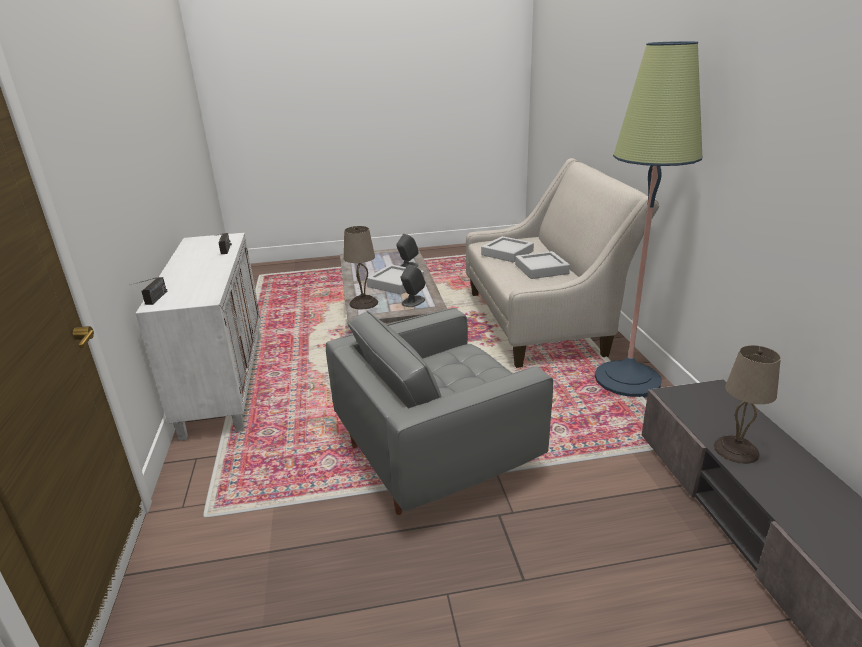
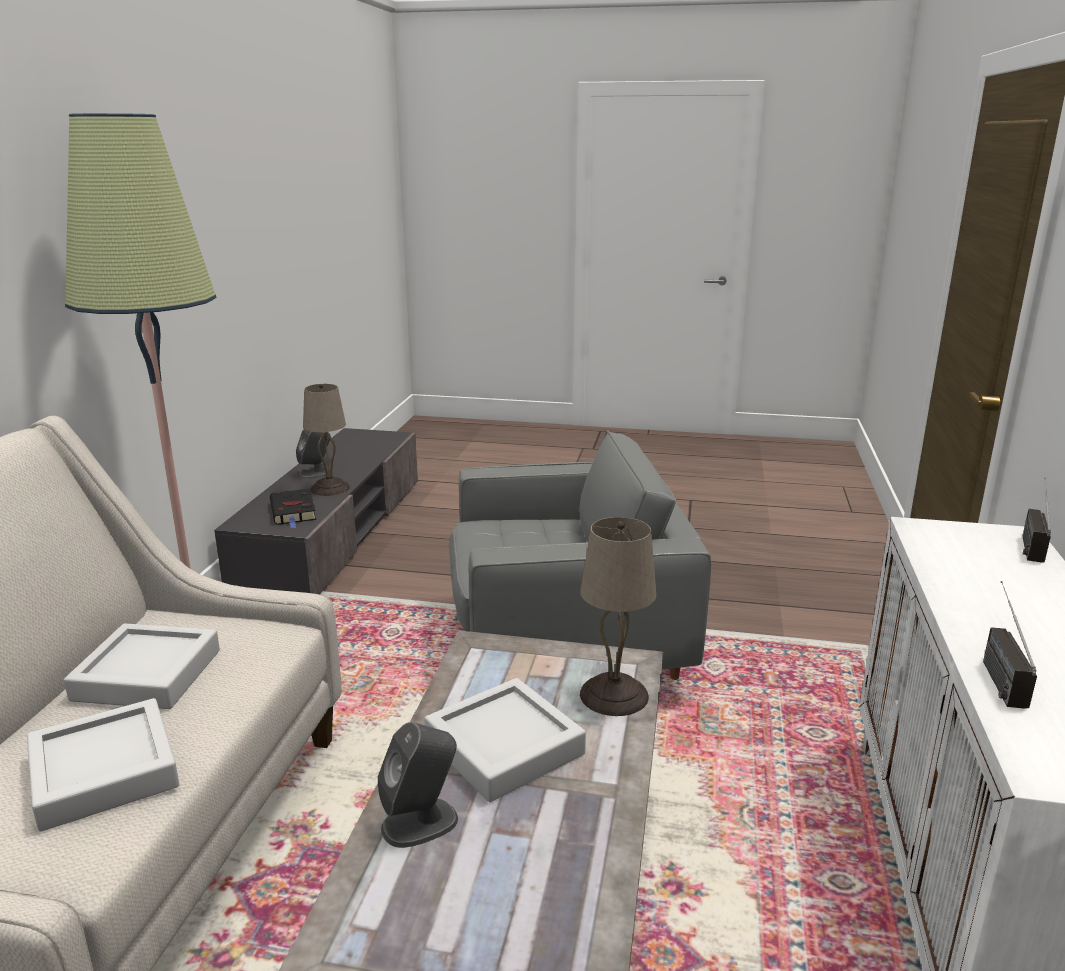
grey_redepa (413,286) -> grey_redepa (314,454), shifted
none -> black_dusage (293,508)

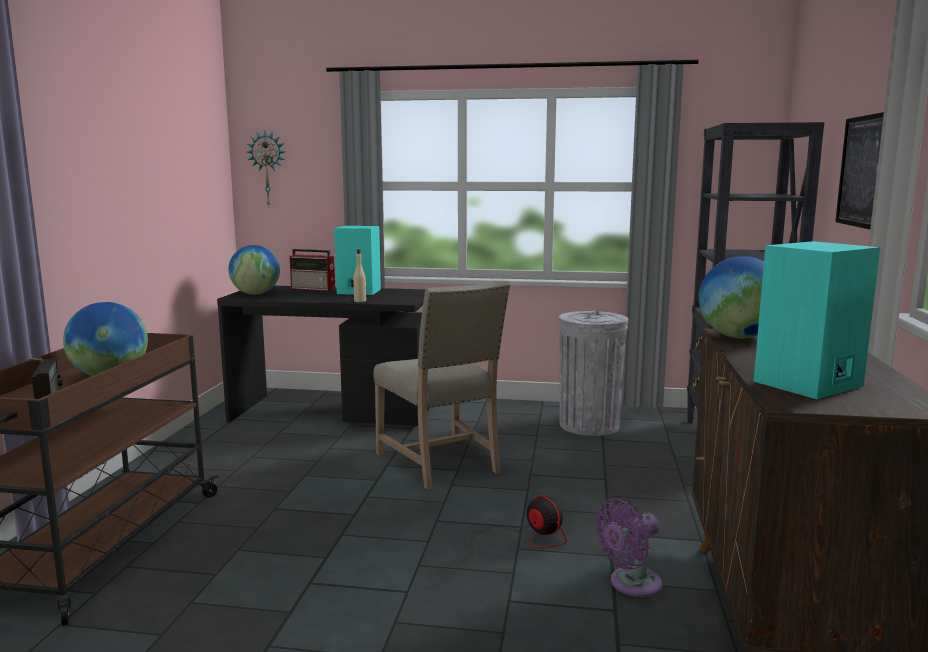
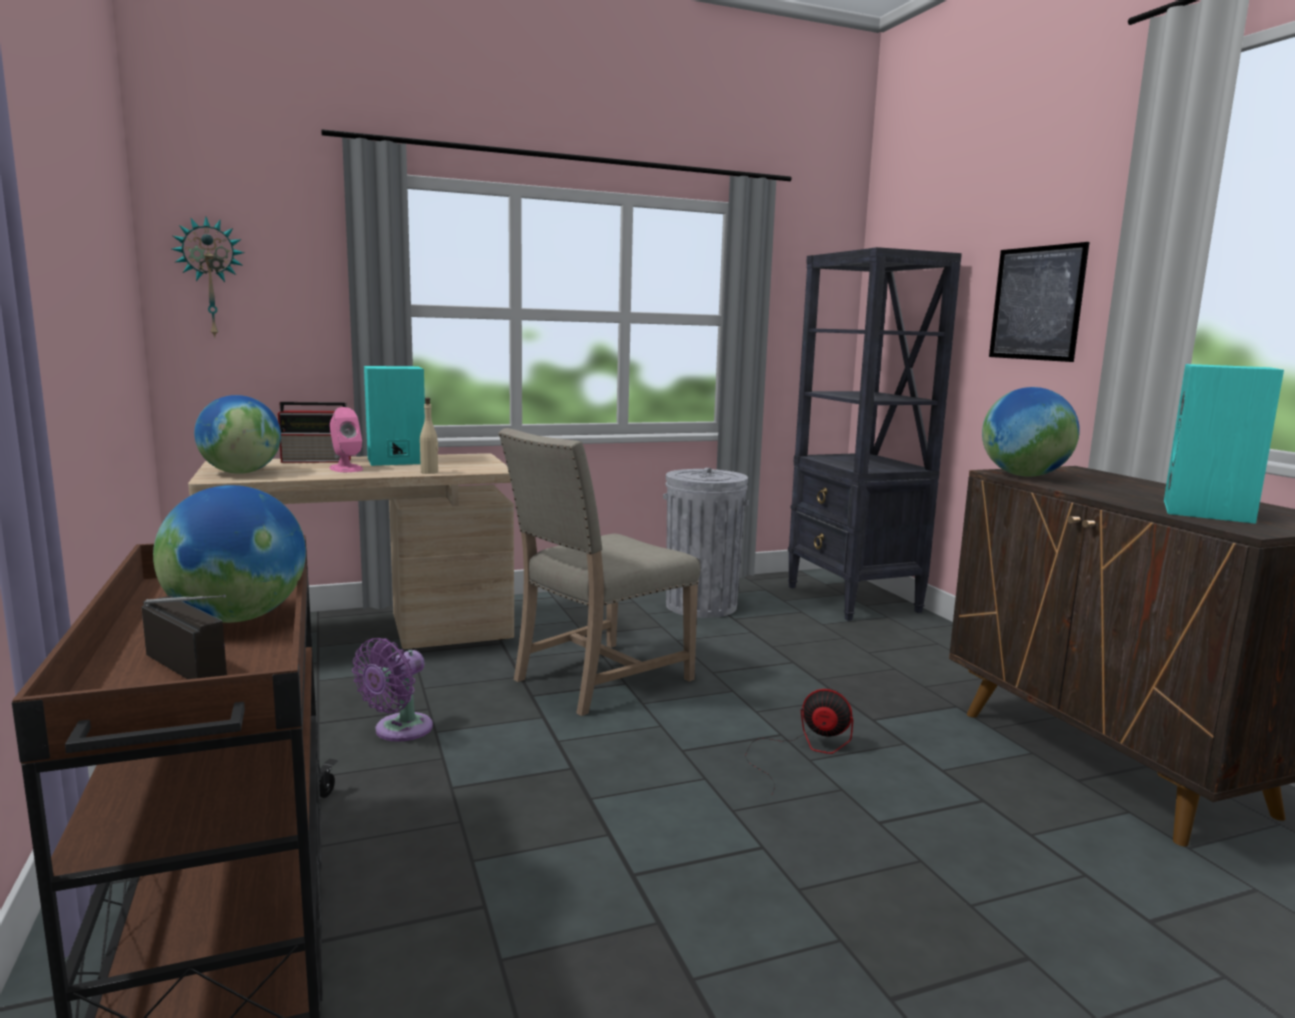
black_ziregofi (323,356) -> beige_ziregofi (351,551)
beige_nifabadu (441,385) -> beige_nifabadu (599,572), 105 degrees clockwise
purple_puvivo (629,547) -> purple_puvivo (392,690), shifted
none -> pink_redepa (346,439)

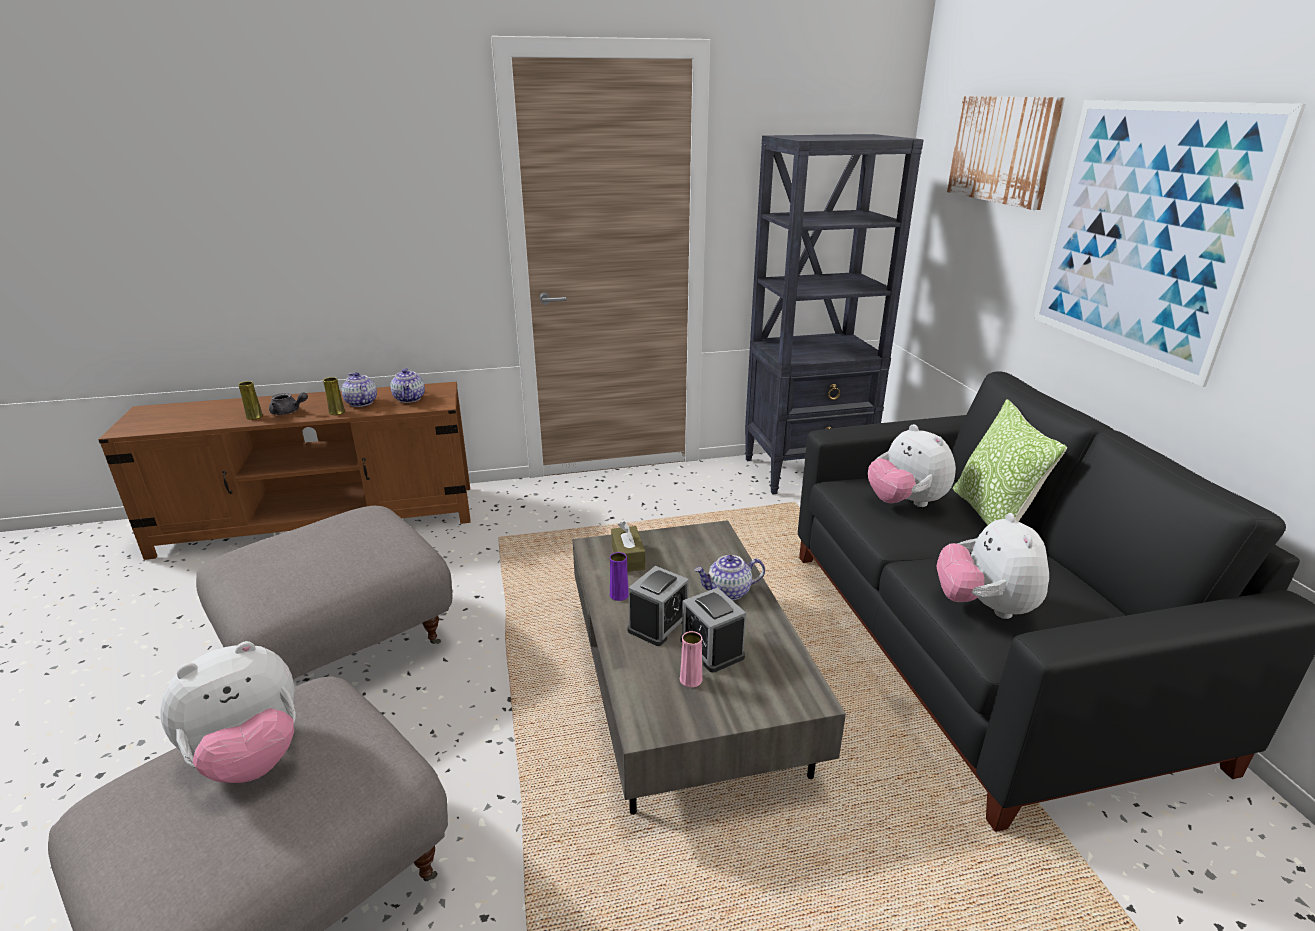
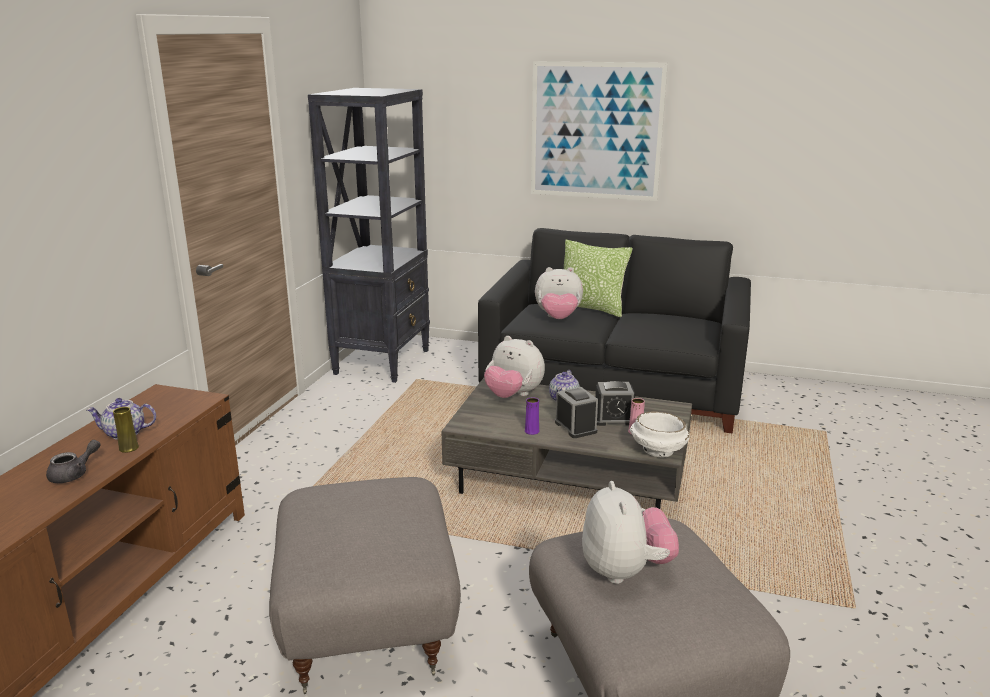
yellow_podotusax (251,400) -> none
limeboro (407,385) -> none
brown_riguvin (628,546) -> none
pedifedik (992,566) -> pedifedik (514,367), shifted
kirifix (1006,153) -> none
none -> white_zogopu (660,434)

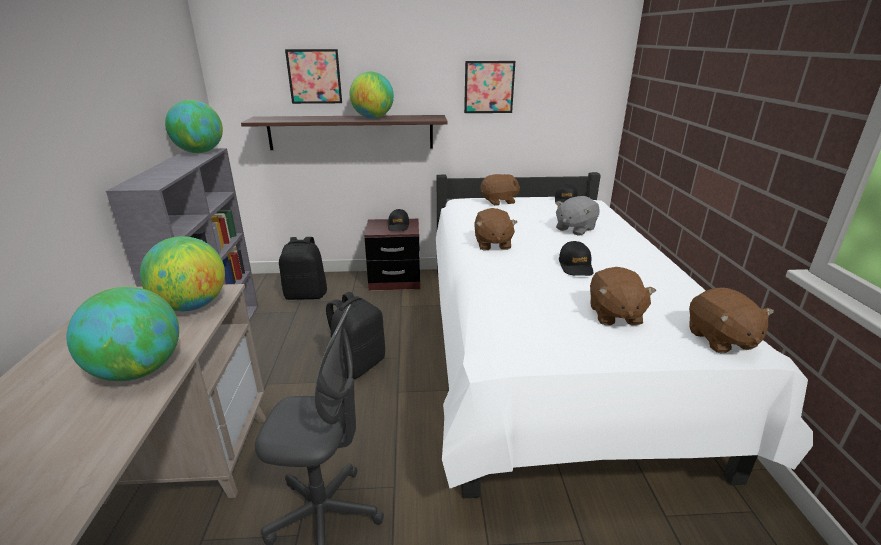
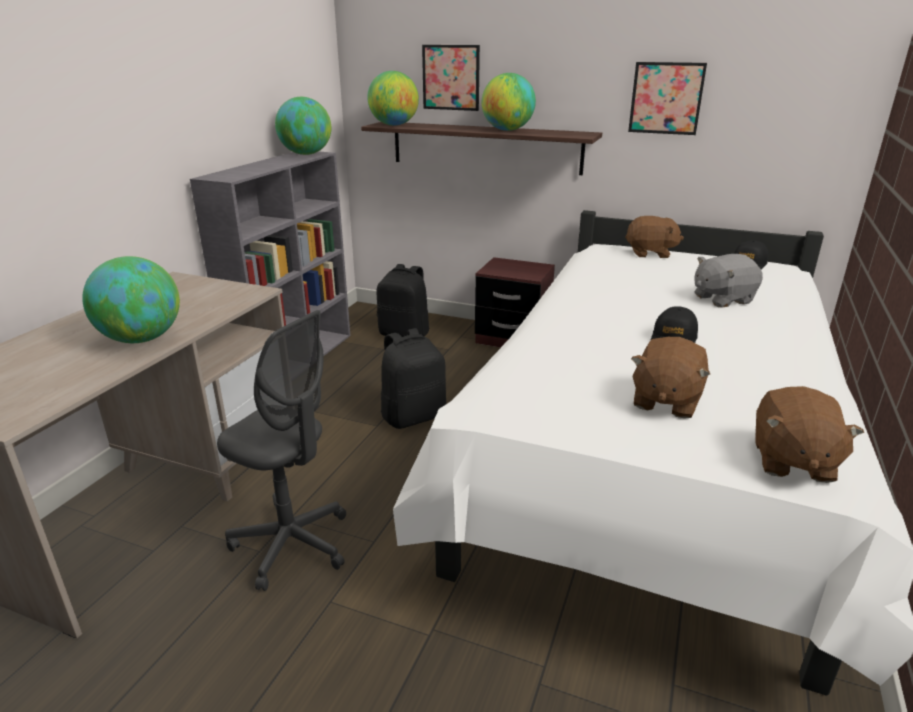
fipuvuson (182,273) -> fipuvuson (393,98), shifted
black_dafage (398,220) -> none
brown_pedifedik (495,229) -> none

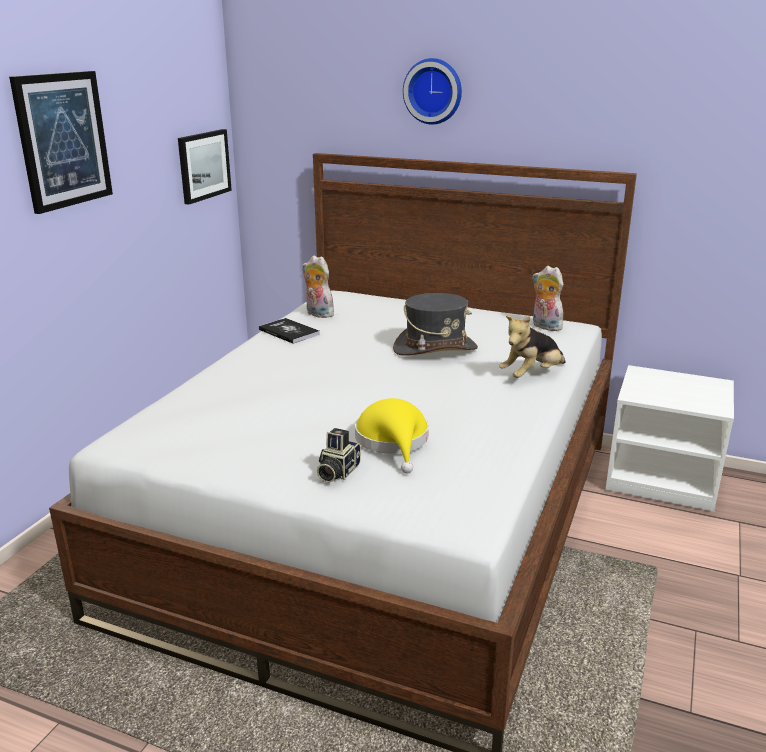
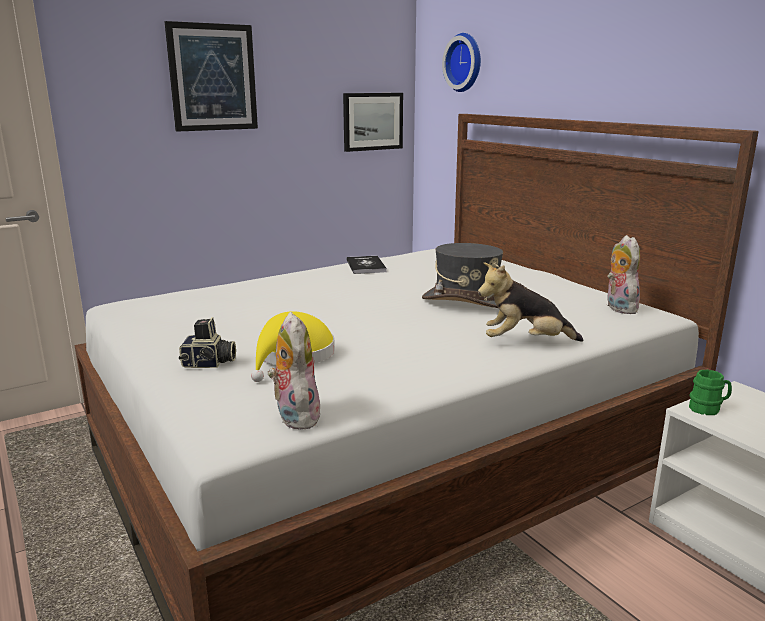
pedifedik (318,286) -> pedifedik (294,371), shifted
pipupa (339,455) -> pipupa (207,342), 150 degrees counterclockwise
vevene (432,91) -> vevene (461,62), shifted
none -> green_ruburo (710,392)

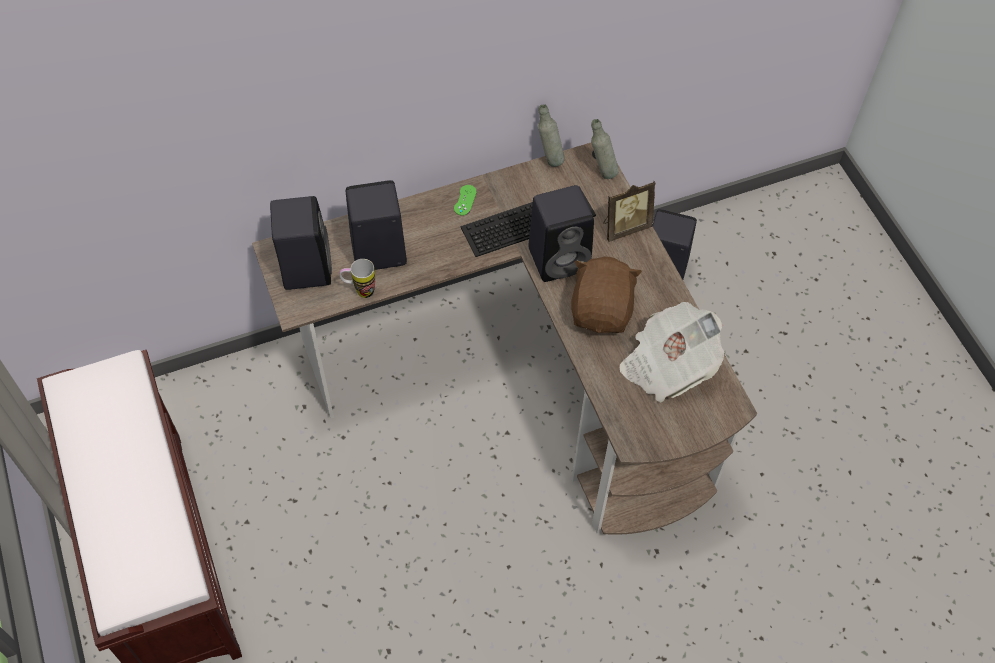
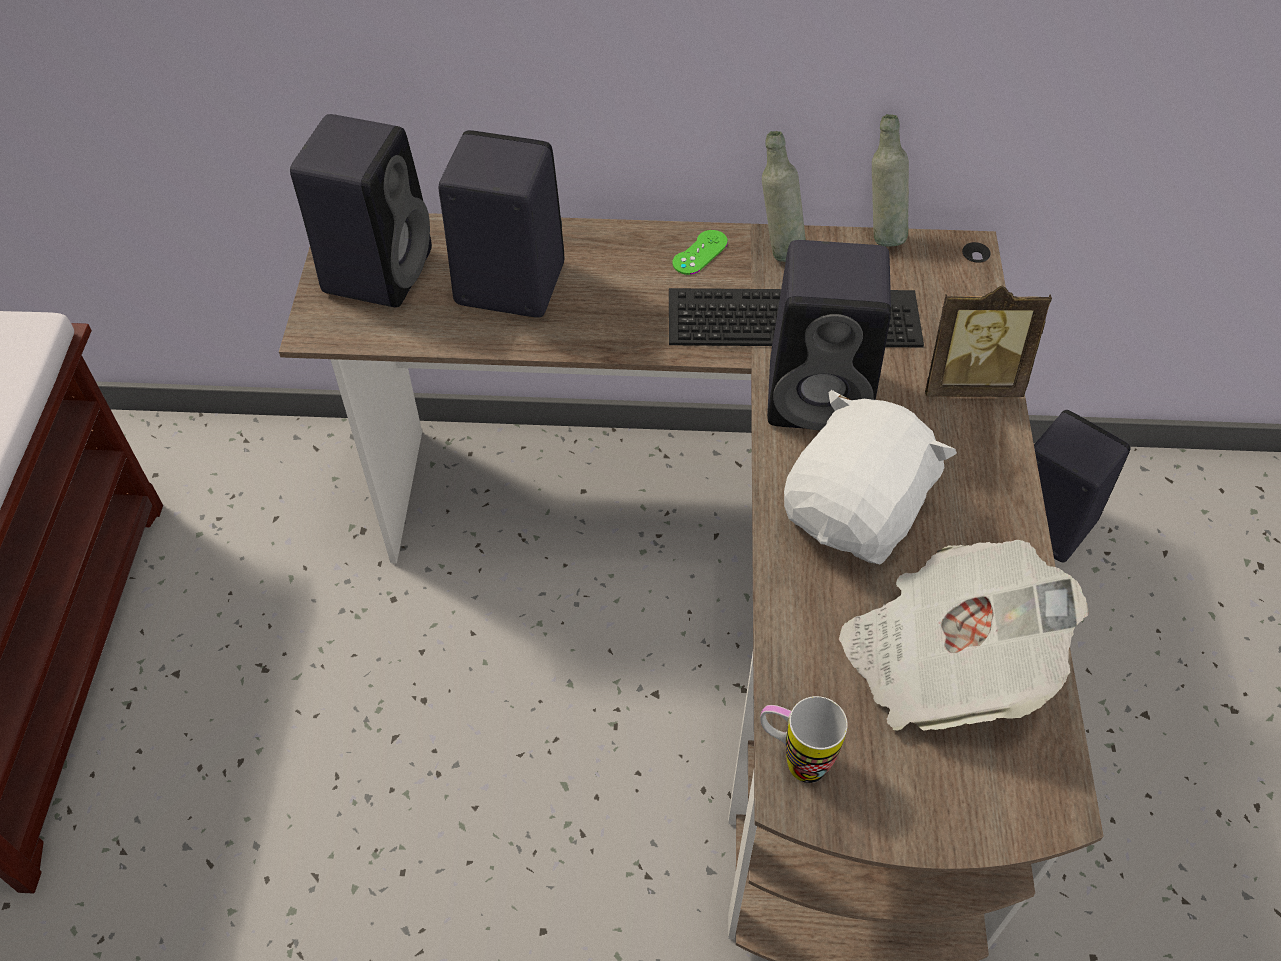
ruburo (357,278) -> ruburo (804,739), shifted
brown_pedifedik (606,295) -> white_pedifedik (870,477)
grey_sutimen (605,149) -> grey_sutimen (784,196), shifted

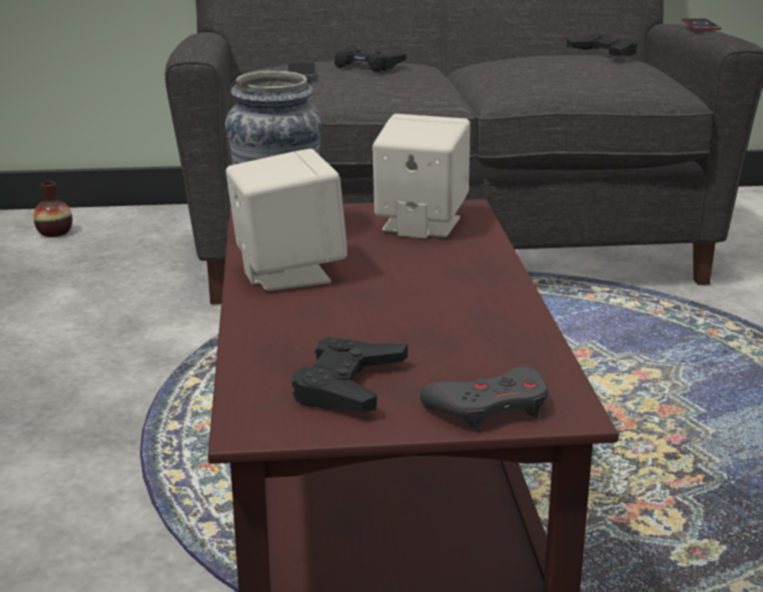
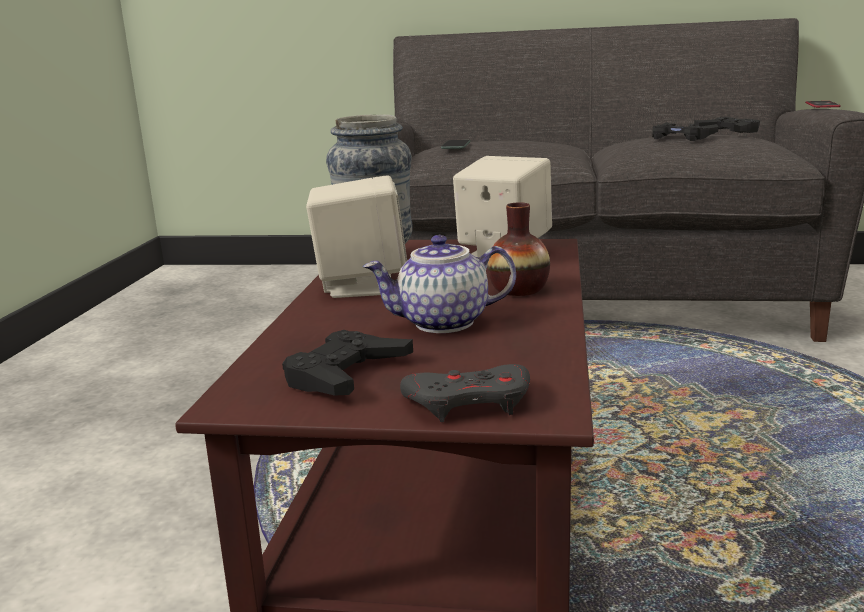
podotusax (52,209) -> podotusax (518,249), shifted
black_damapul (370,58) -> black_damapul (685,131), shifted
none -> limeboro (439,284)

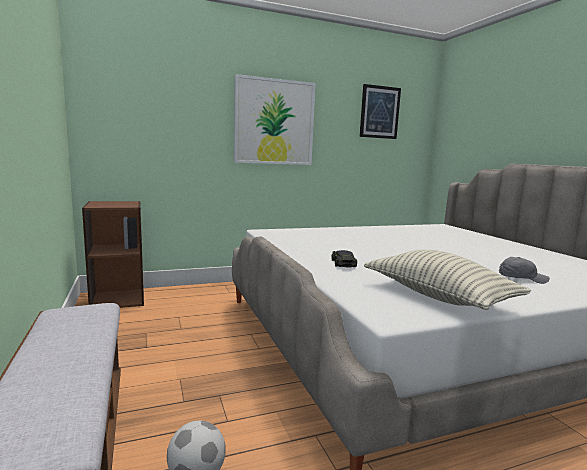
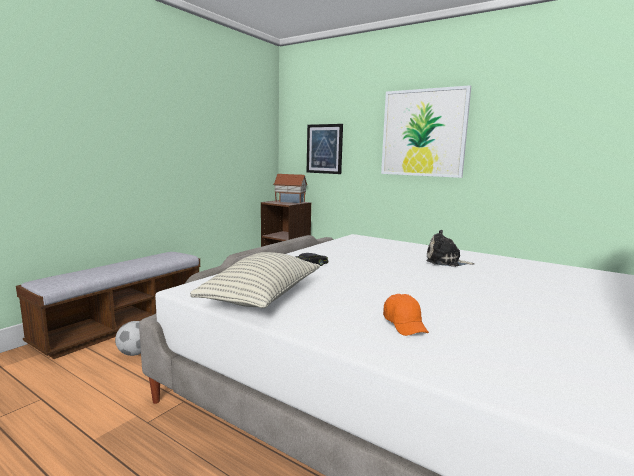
kirifix (380,111) -> kirifix (325,149), shifted
grey_dafage (524,270) -> orange_dafage (406,315)
none -> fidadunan (290,188)
none -> pedifedik (450,248)

